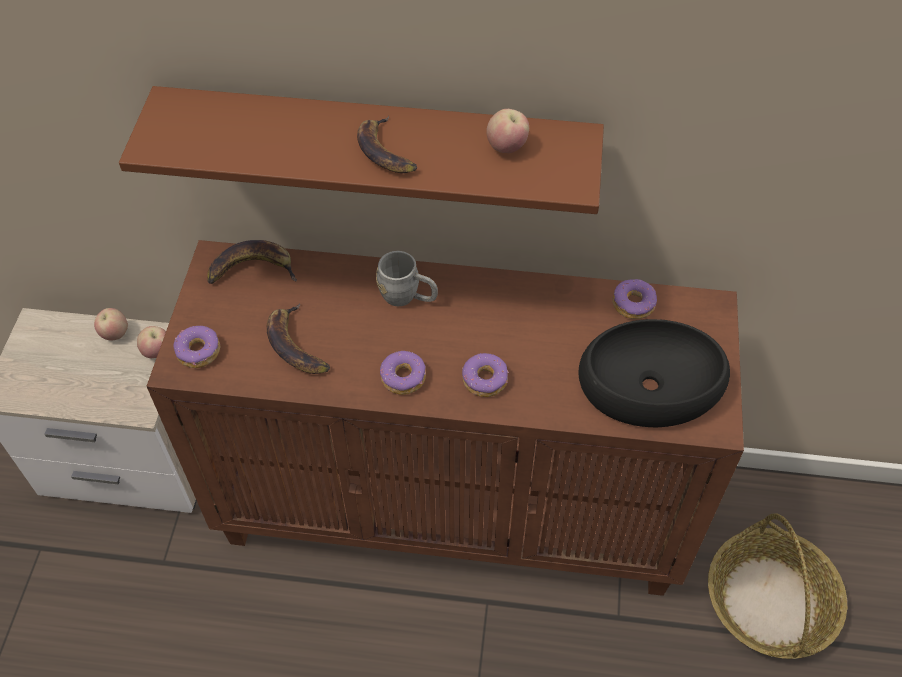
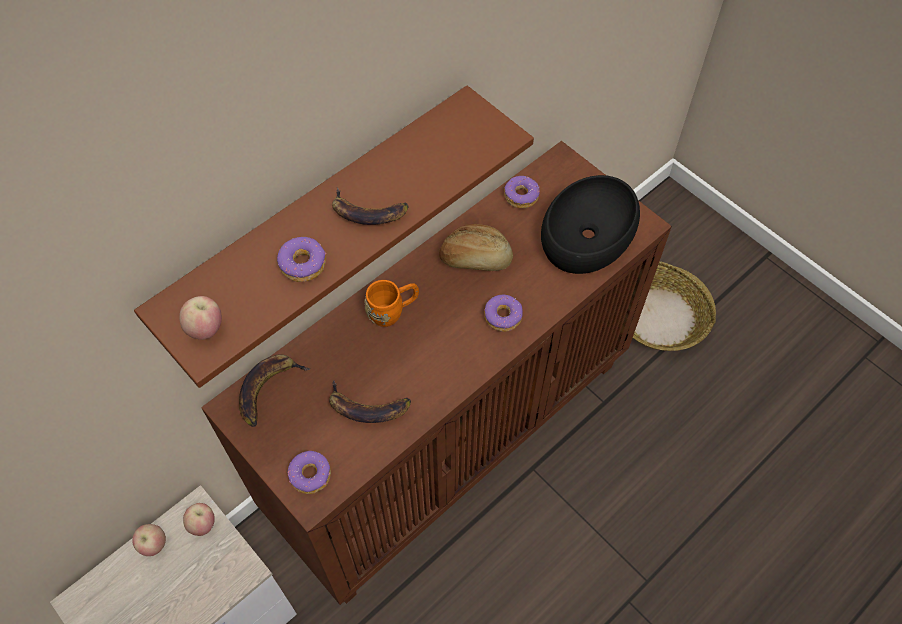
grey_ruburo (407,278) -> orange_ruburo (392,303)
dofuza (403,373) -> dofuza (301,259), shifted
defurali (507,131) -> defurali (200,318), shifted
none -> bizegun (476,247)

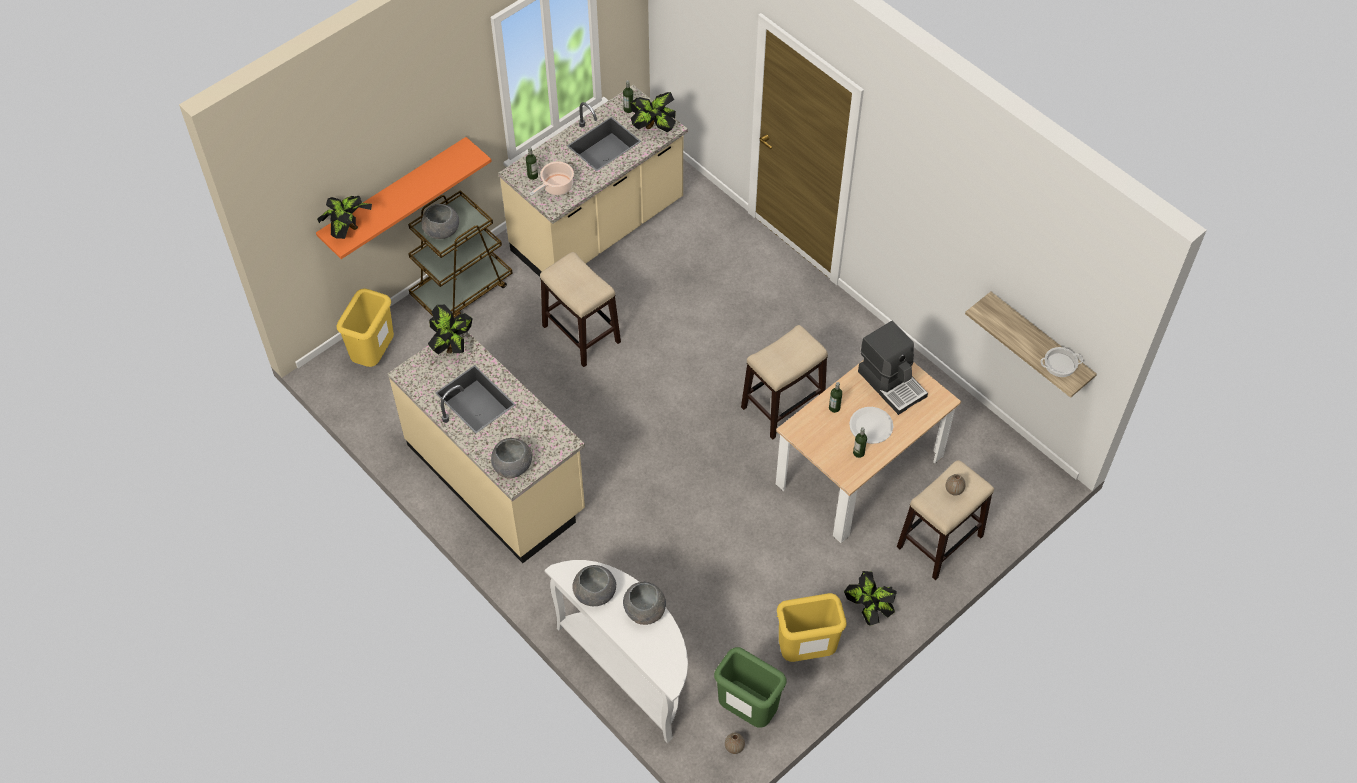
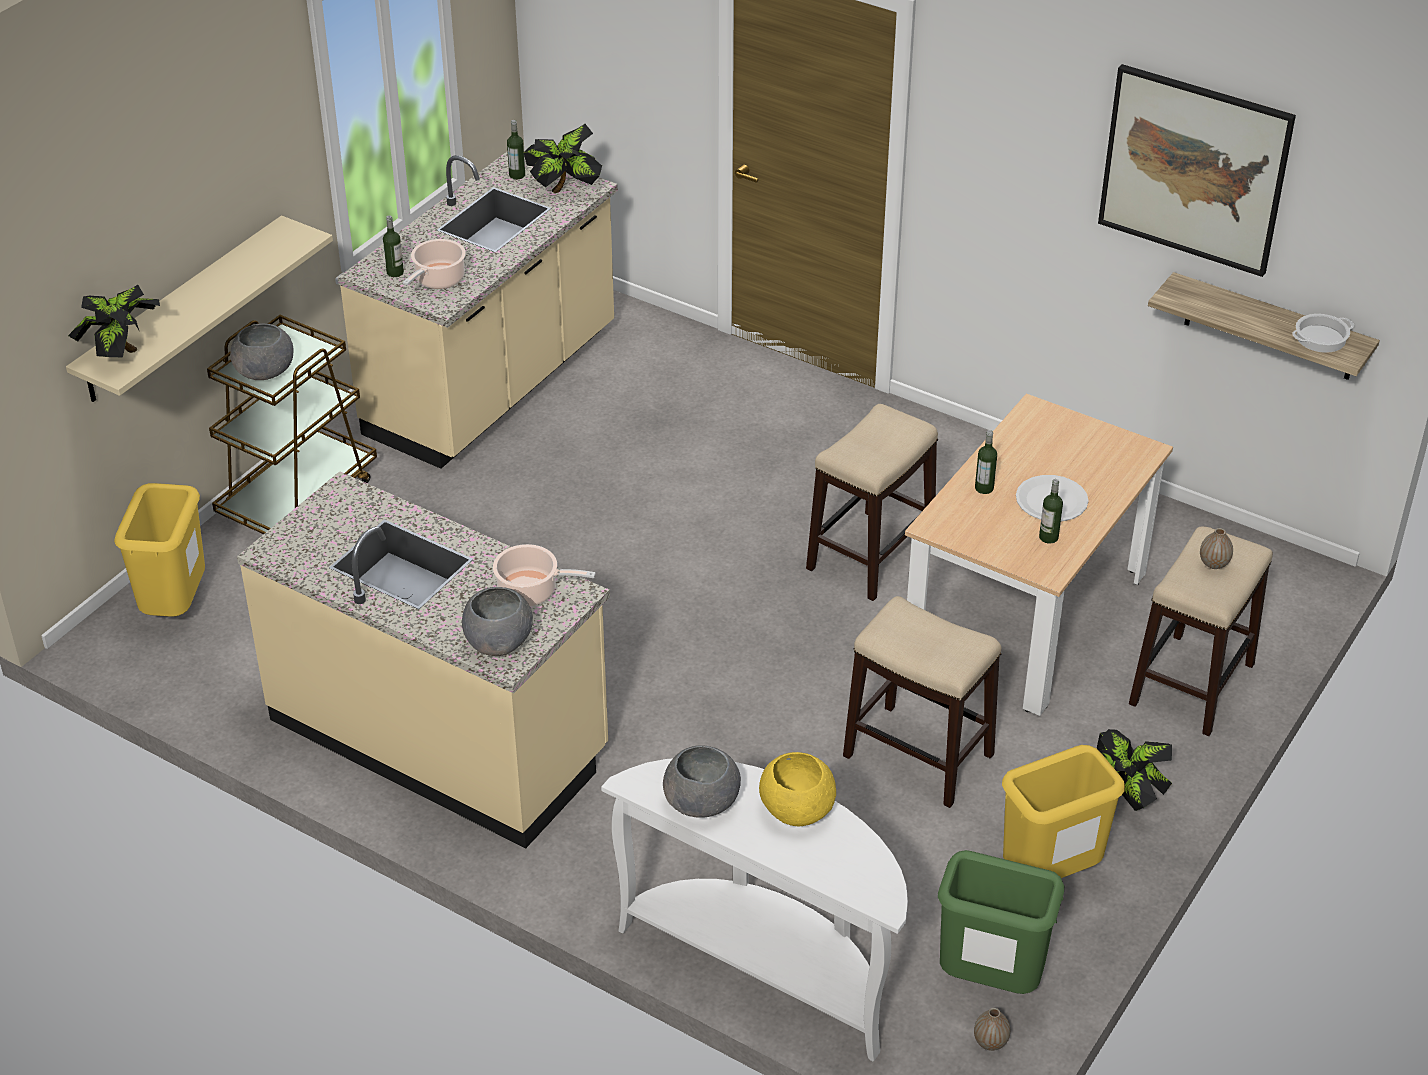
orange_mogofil (404,198) -> beige_mogofil (199,308)
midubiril (450,330) -> none
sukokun (580,309) -> sukokun (922,702), shifted
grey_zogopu (644,603) -> yellow_zogopu (797,789)
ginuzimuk (893,368) -> none
none -> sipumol (544,575)
none -> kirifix (1197,170)

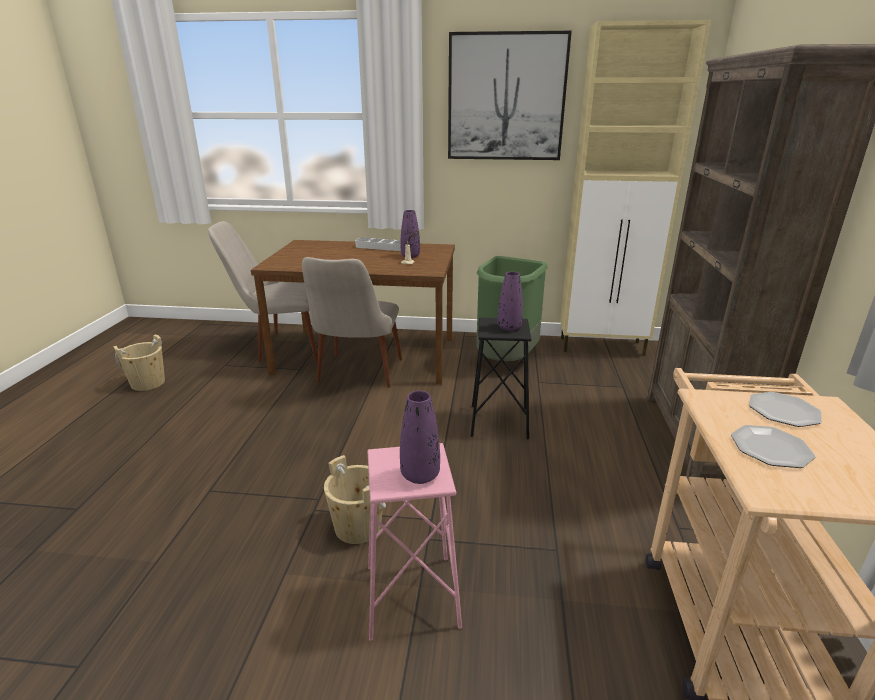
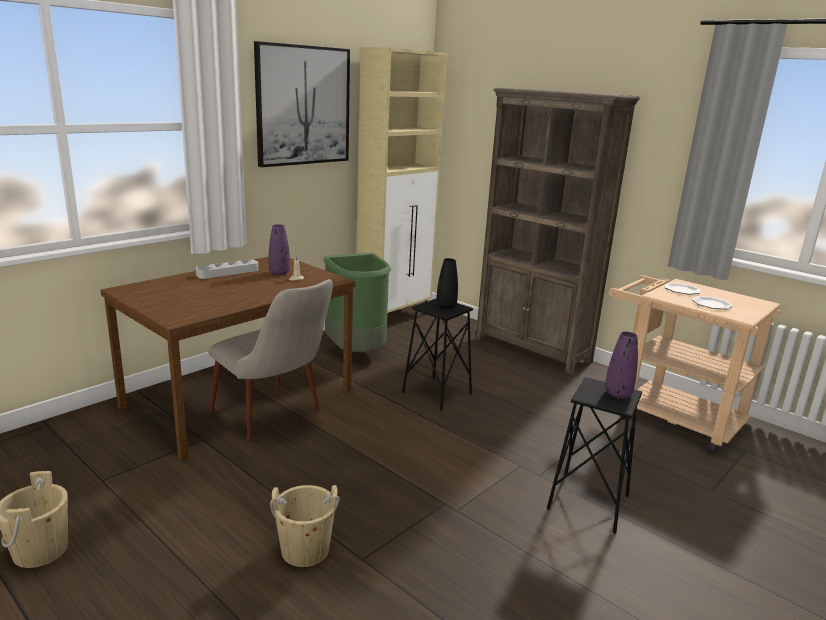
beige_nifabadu (263,291) -> none
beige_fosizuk (355,499) -> beige_fosizuk (305,526), shifted
pink_sukokun (414,542) -> black_sukokun (594,455)
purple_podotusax (510,301) -> black_podotusax (447,283)

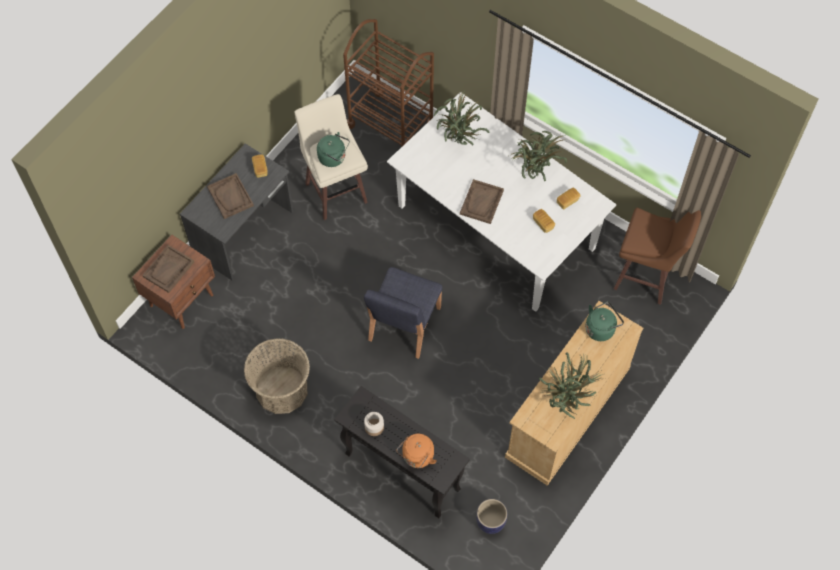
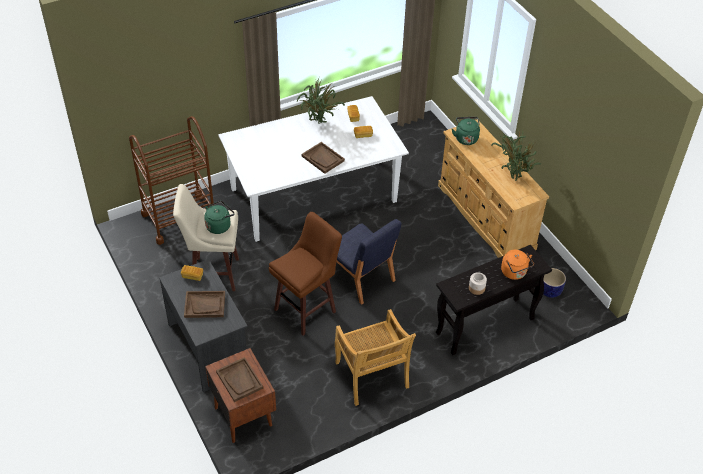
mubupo (277,376) -> beige_nifabadu (375,357)
midubiril (461,117) -> none
brown_sukokun (657,256) -> brown_sukokun (305,274), shifted

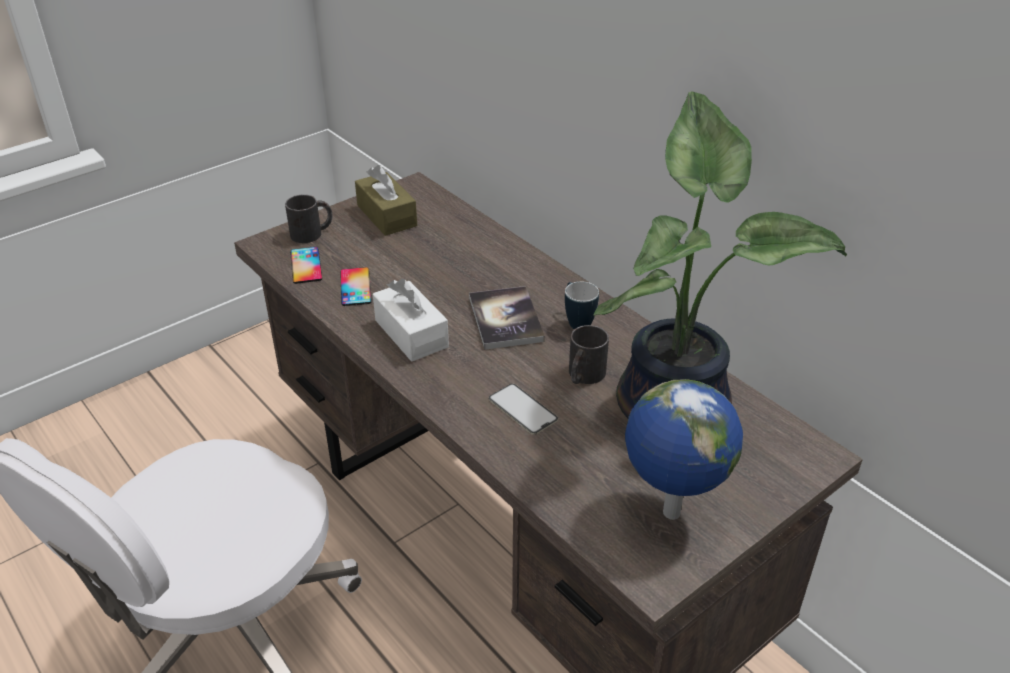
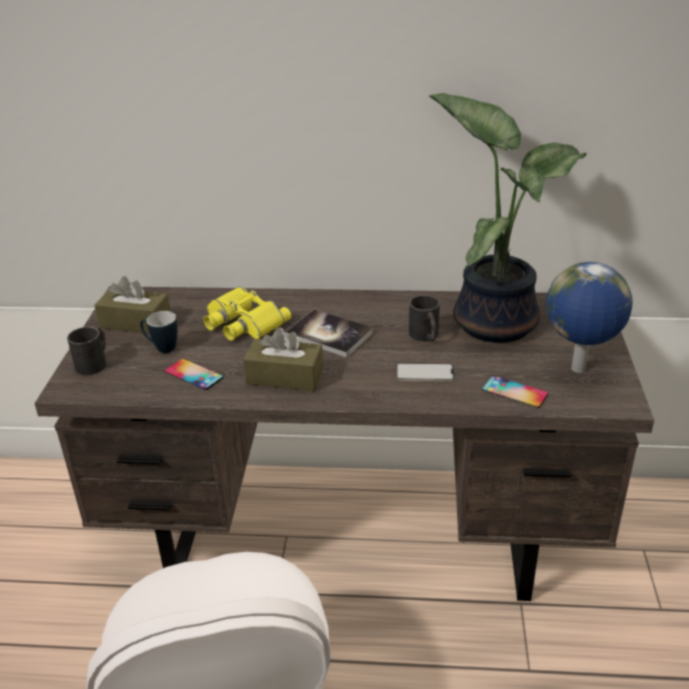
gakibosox (306,265) -> gakibosox (515,391), shifted
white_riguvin (411,320) -> brown_riguvin (283,359)
ruburo (582,305) -> ruburo (158,332), shifted
none -> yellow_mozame (247,314)

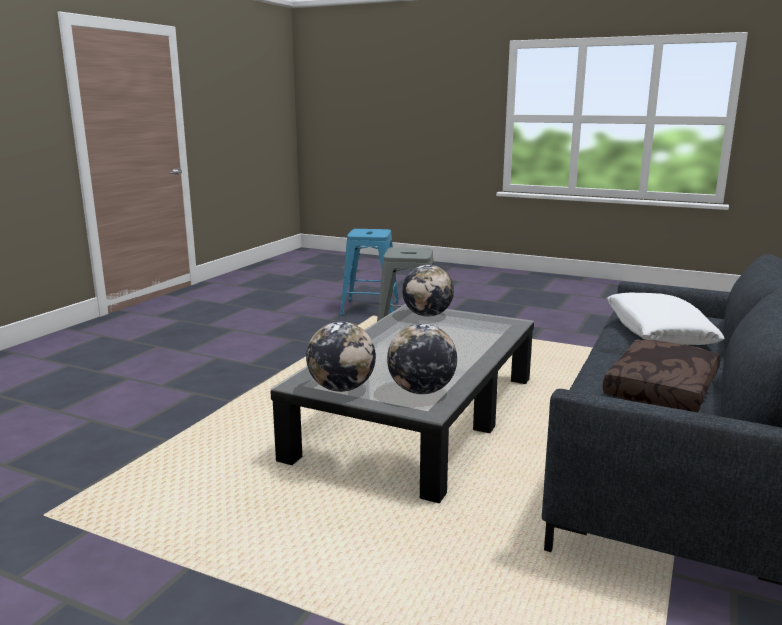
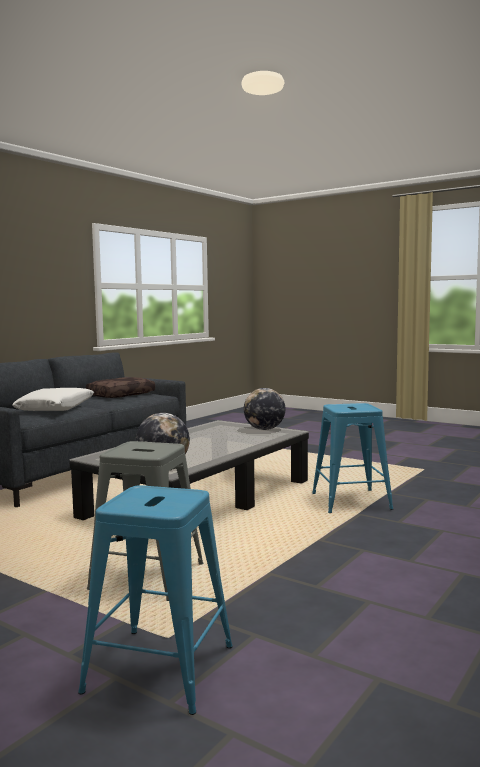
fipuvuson (422,359) -> none
none -> blue_sukokun (352,458)

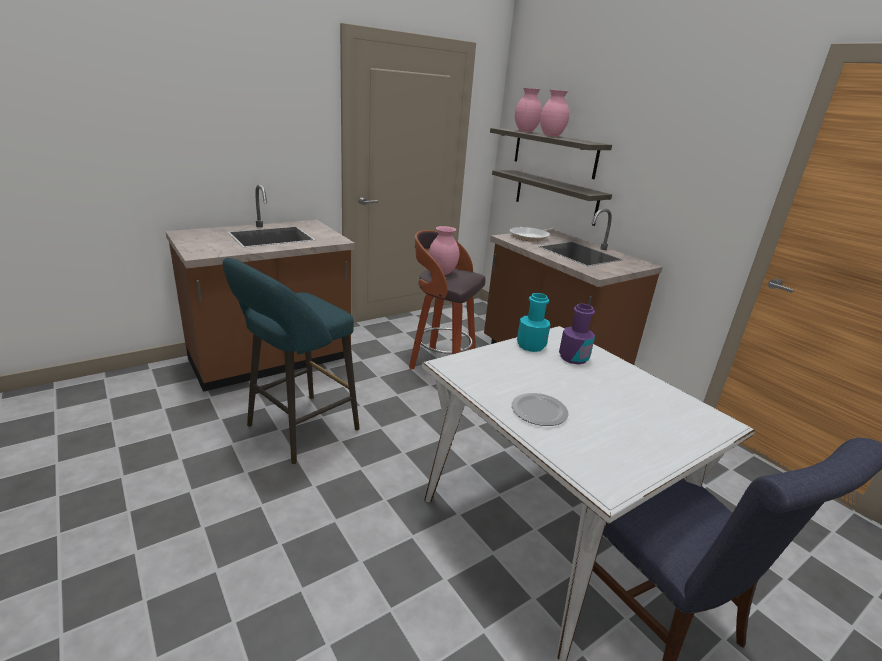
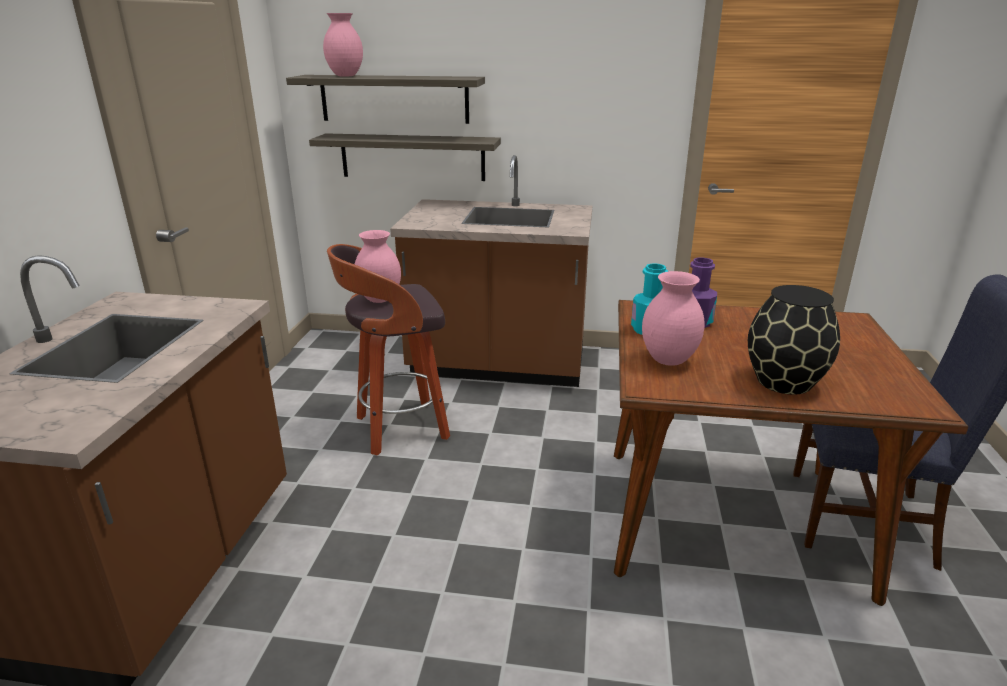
turquoise_sukokun (291,361) -> none
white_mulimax (588,493) -> brown_mulimax (791,453)
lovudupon (532,234) -> none
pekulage (540,409) -> black_podotusax (794,340)
pink_podotusax (554,113) -> pink_podotusax (673,318), shifted

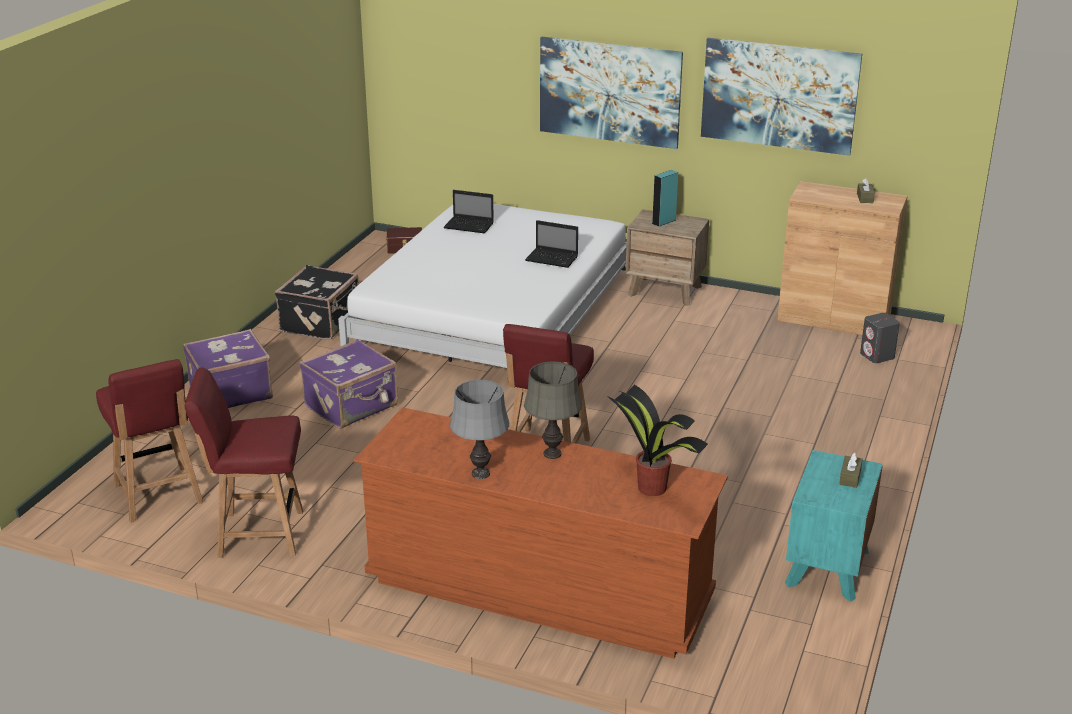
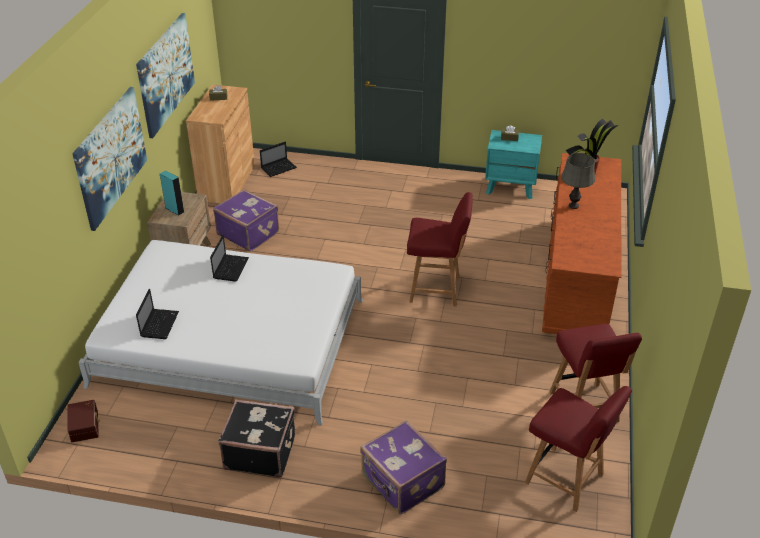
red_nifabadu (149,441) -> red_nifabadu (578,449), 75 degrees clockwise
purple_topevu (349,384) -> purple_topevu (246,220), shifted
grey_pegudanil (479,429) -> none
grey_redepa (880,338) -> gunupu (278,159)

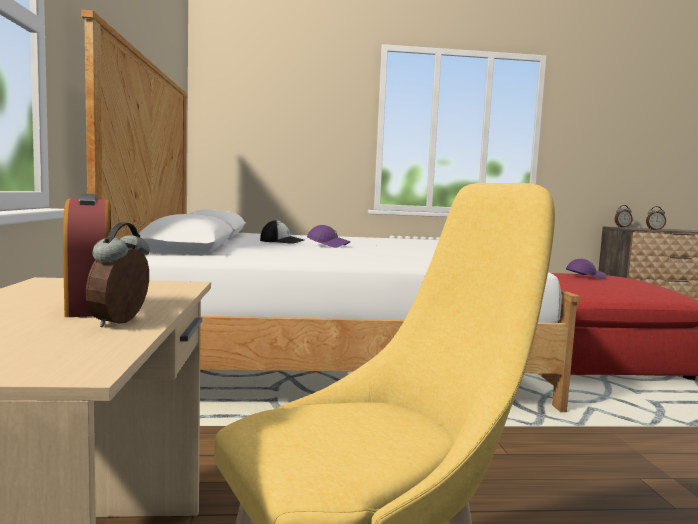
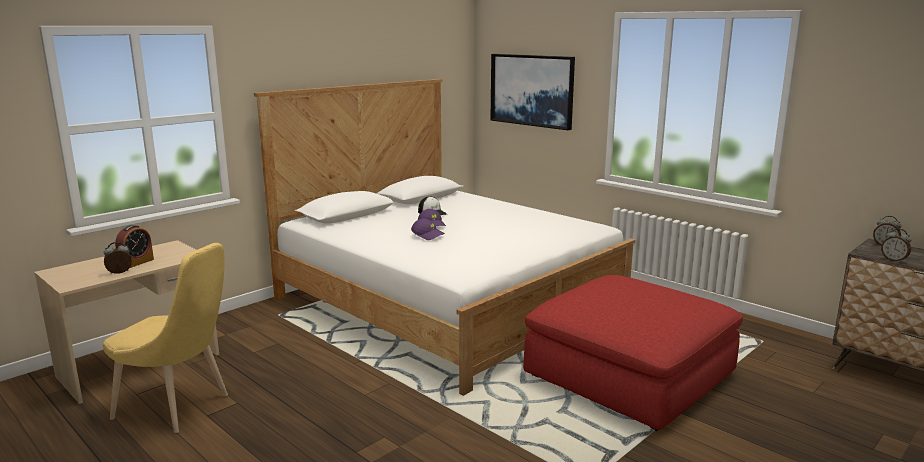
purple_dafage (586,269) -> purple_dafage (428,229), shifted
none -> kirifix (533,92)

